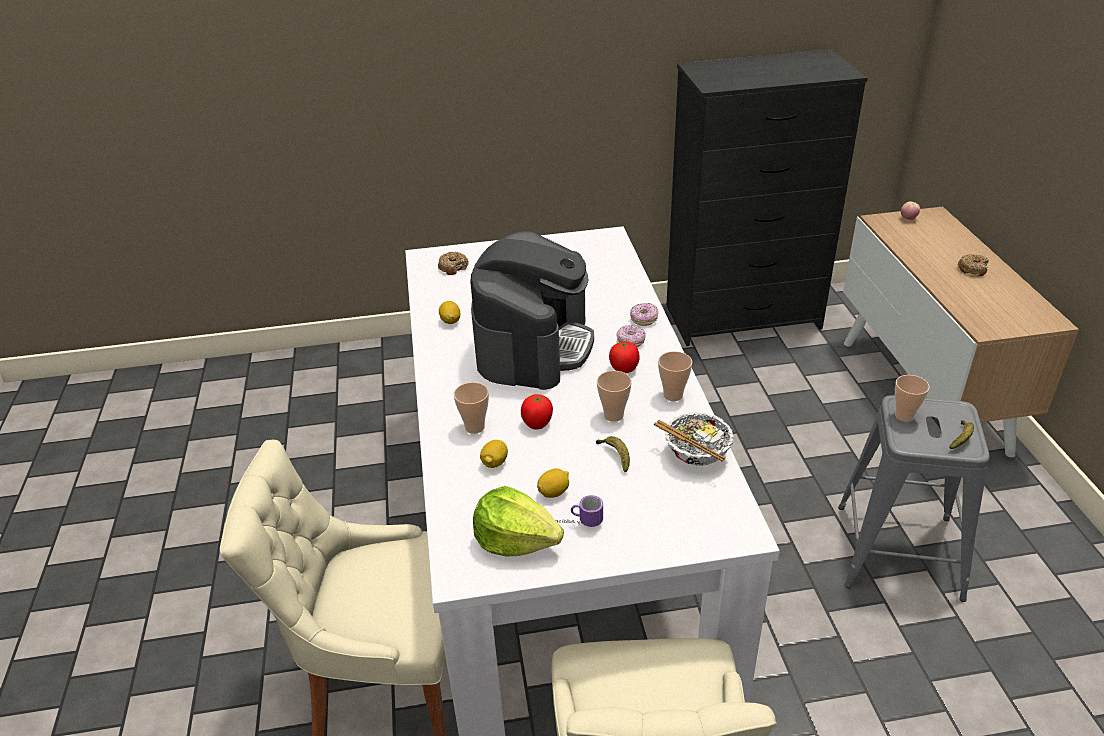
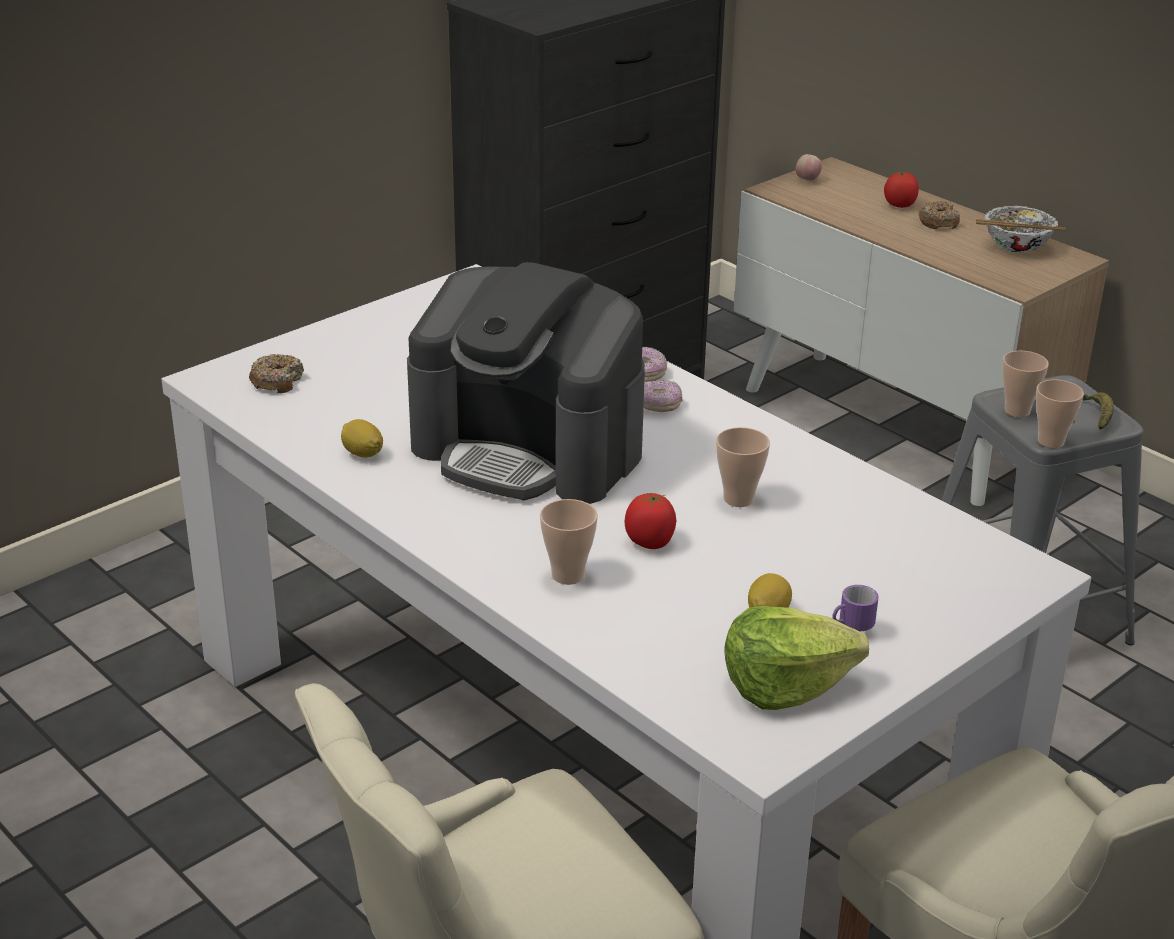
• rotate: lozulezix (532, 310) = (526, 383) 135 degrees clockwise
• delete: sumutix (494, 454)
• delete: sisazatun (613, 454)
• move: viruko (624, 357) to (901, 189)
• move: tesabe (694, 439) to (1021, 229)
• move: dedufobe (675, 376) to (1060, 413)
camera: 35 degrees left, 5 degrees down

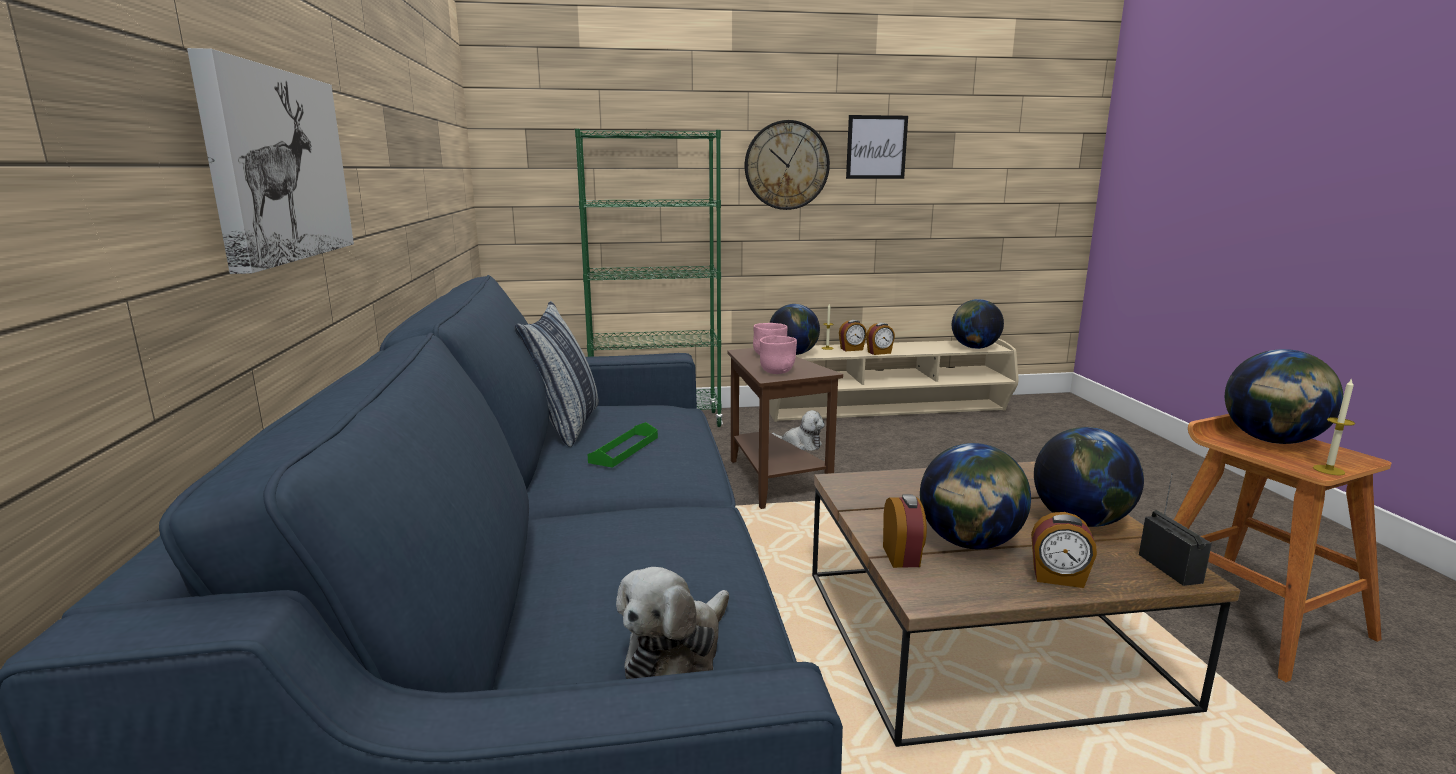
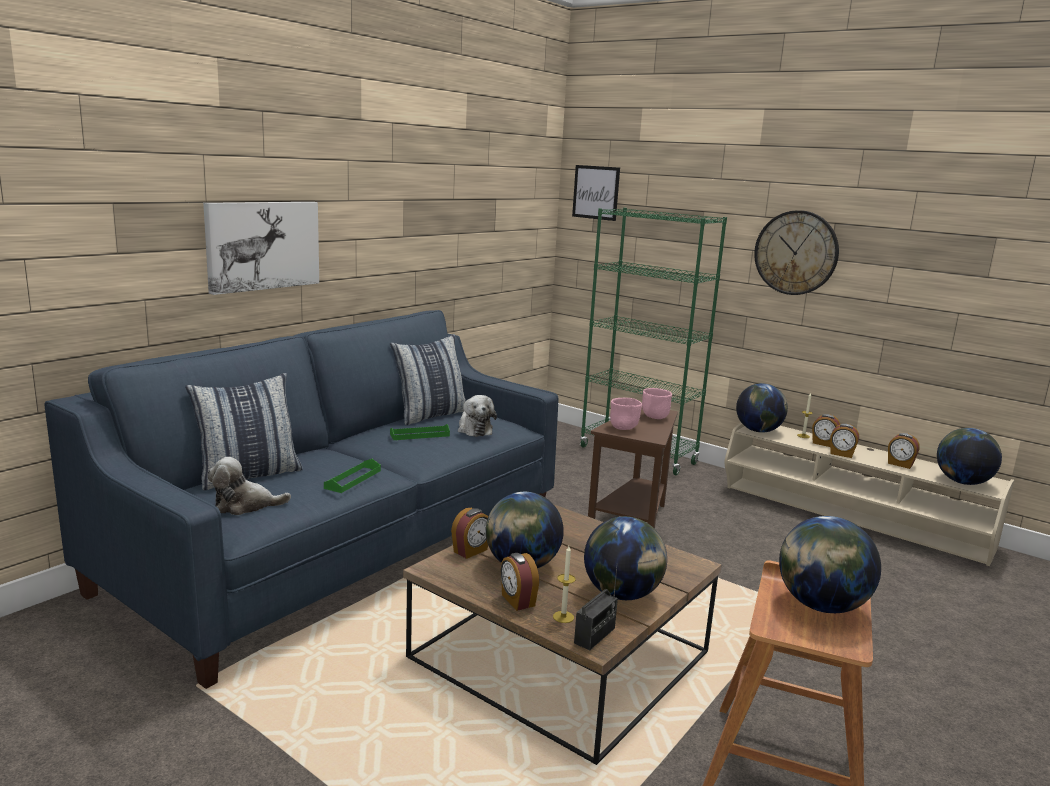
• move: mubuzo (798, 430) to (477, 416)
• move: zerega (877, 147) to (596, 193)
• move: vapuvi (1334, 426) to (564, 584)
• insert: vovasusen (243, 431)
• insert: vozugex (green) (352, 476)
• insert: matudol (904, 451)
camera: 45 degrees right, 0 degrees up

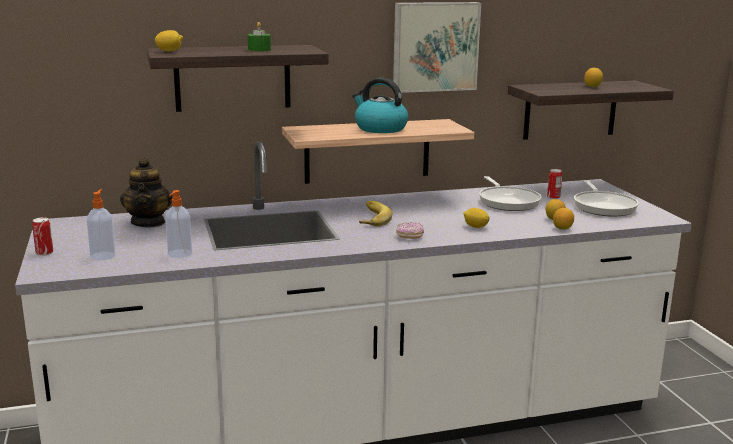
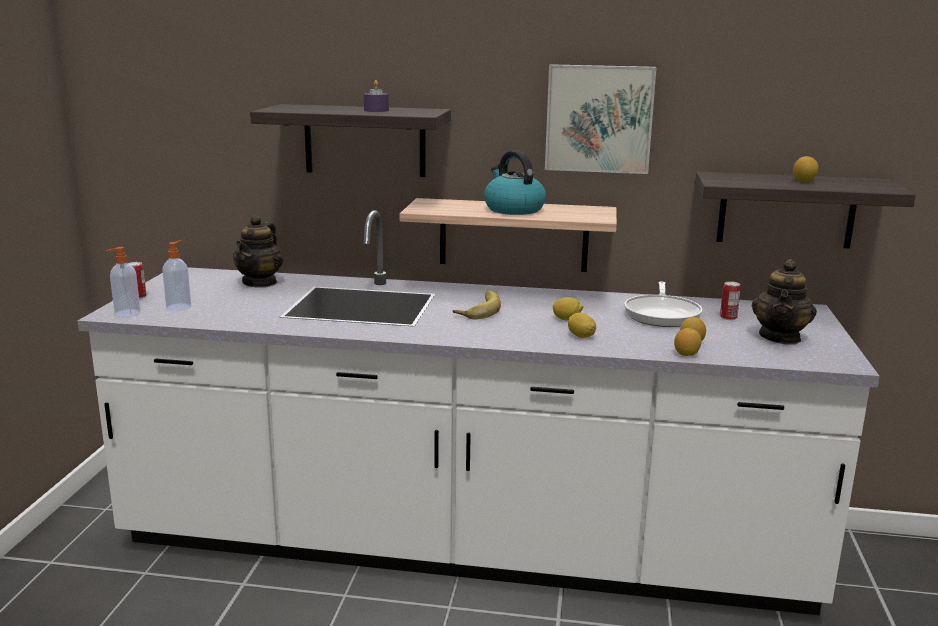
• move: sumutix (169, 40) to (568, 308)
• move: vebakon (178, 224) to (123, 282)
• recolor: vapuvi (green) (259, 36) to vapuvi (purple) (376, 96)
• delete: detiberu (410, 230)
• replace: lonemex (606, 198) to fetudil (784, 302)
camera: 25 degrees right, 0 degrees up

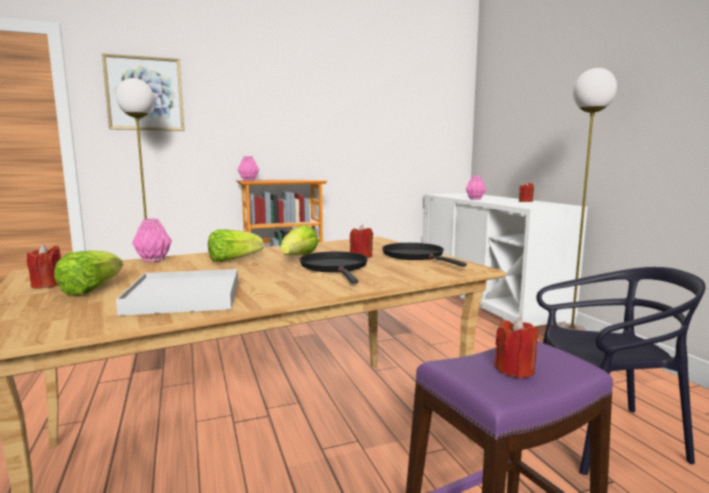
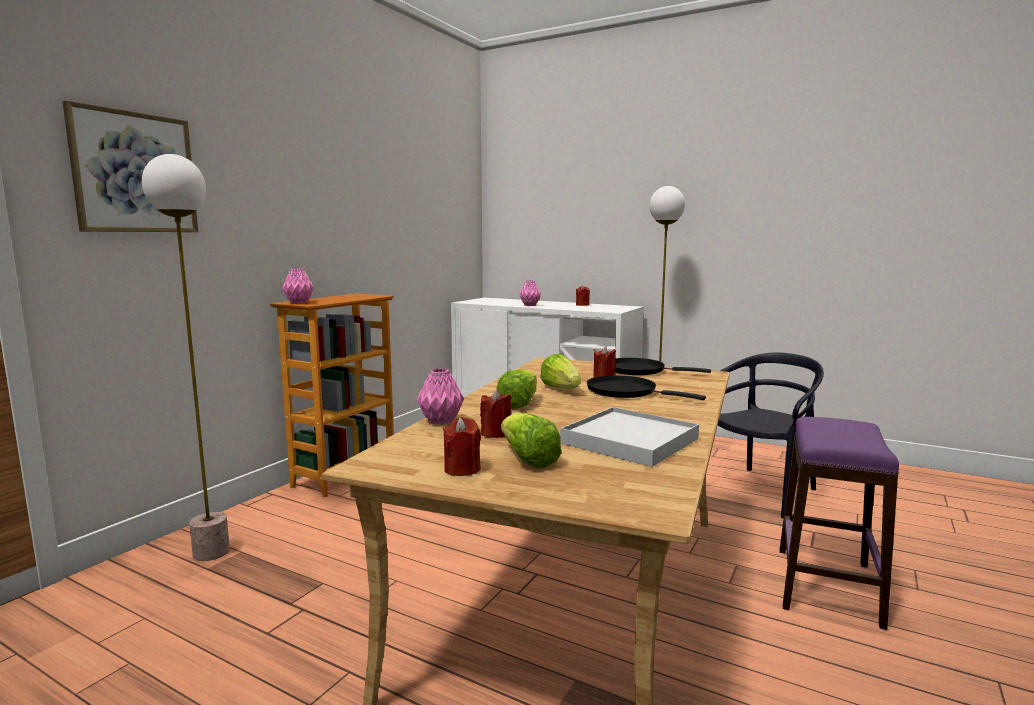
• move: vapuvi (red) (516, 348) to (496, 414)
camera: 40 degrees left, 0 degrees up

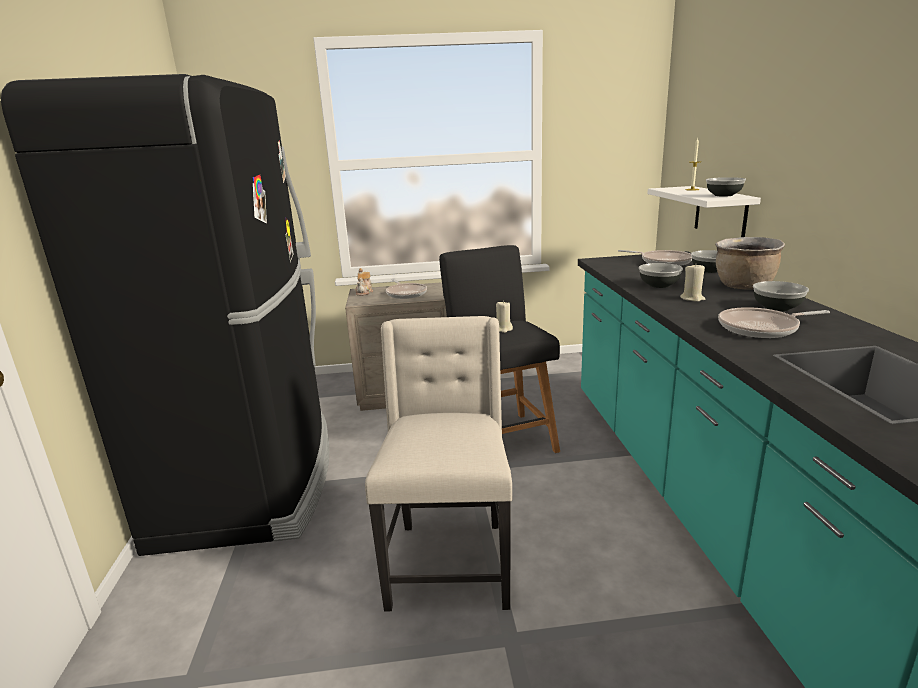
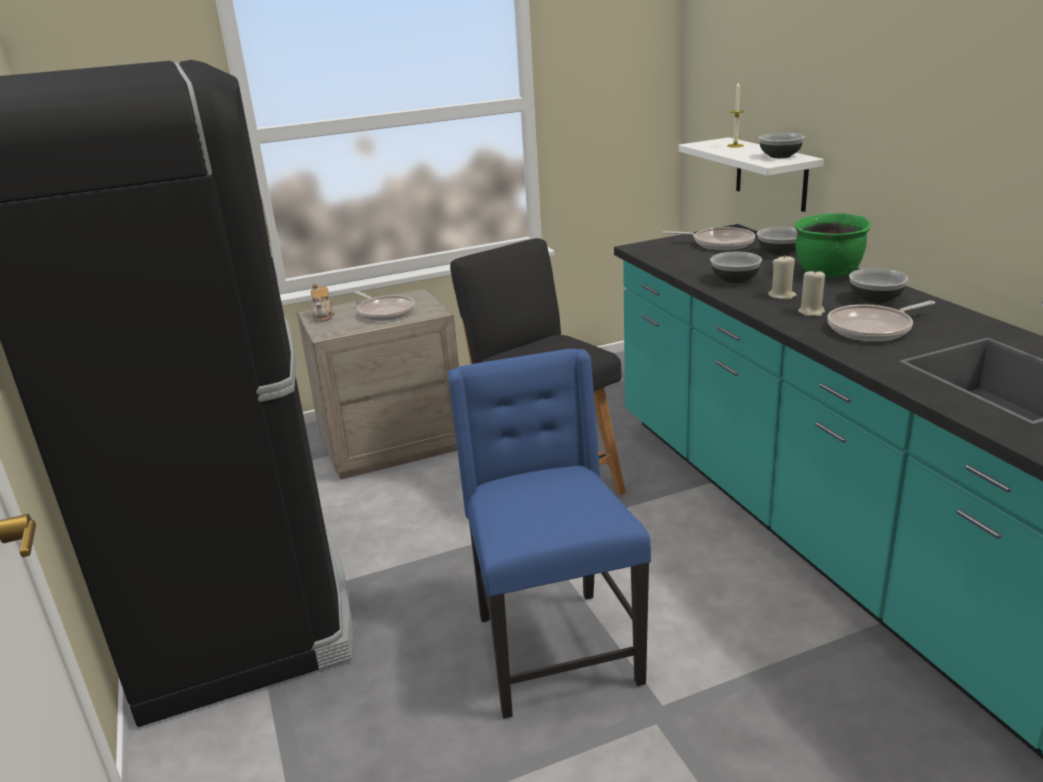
• recolor: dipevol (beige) (438, 463) to dipevol (blue) (549, 534)
• move: vapuvi (beige) (504, 316) to (811, 293)
• recolor: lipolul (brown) (750, 263) to lipolul (green) (833, 246)
camera: 15 degrees left, 5 degrees up

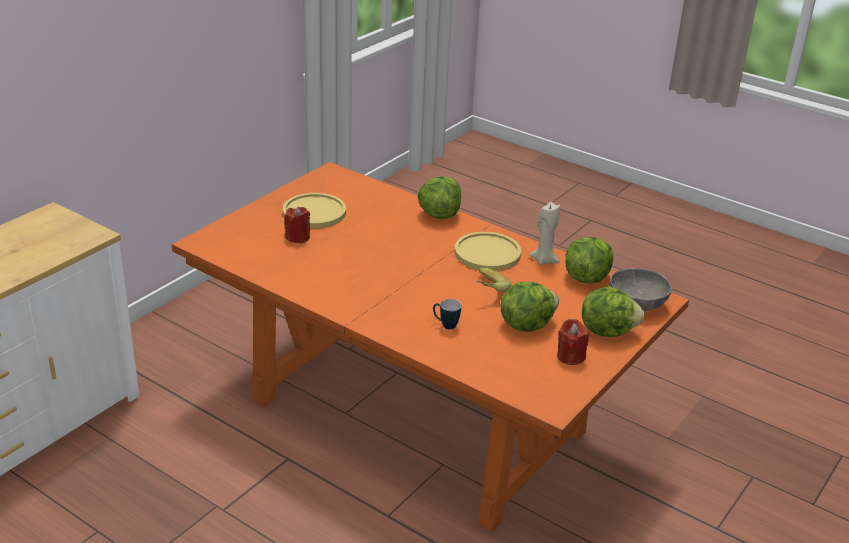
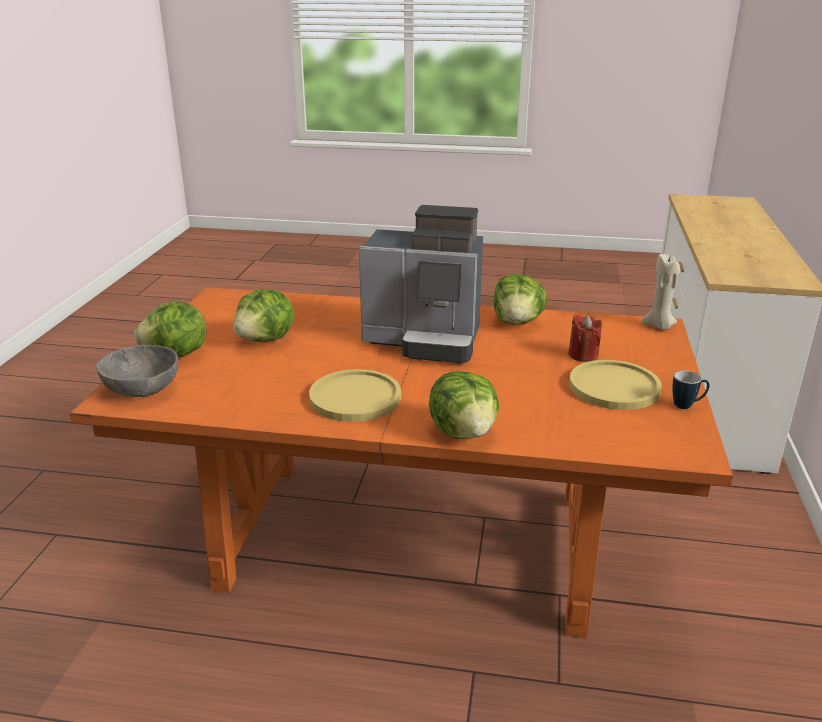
• move: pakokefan (447, 314) to (691, 390)
• delete: sisazatun (494, 280)
• move: vapuvi (beige) (544, 233) to (660, 292)
• delete: vapuvi (red) (573, 342)
• move: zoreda (589, 260) to (520, 299)
• insert: lozulezix (421, 284)
camera: 155 degrees right, 5 degrees down

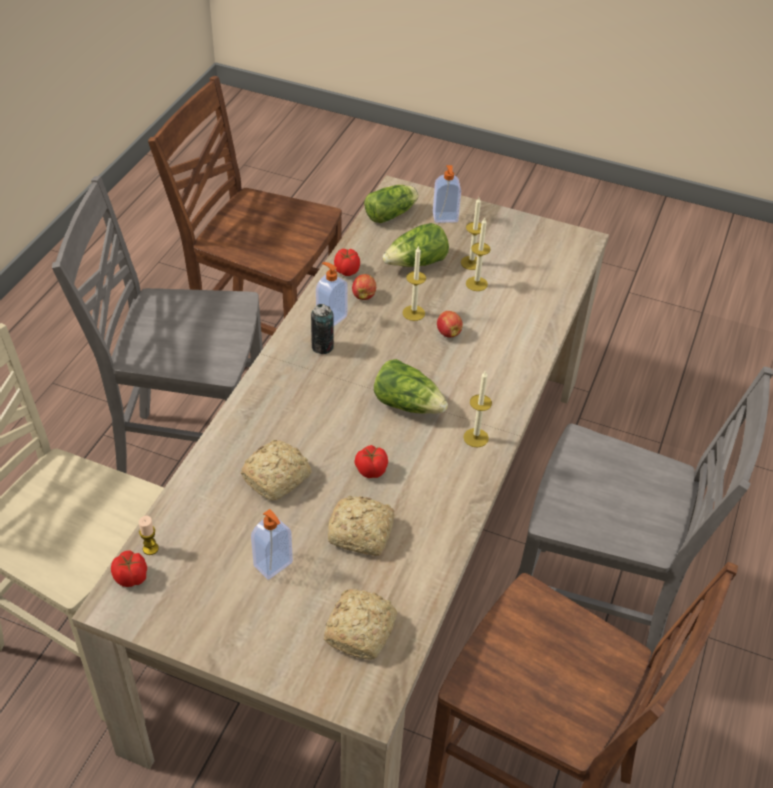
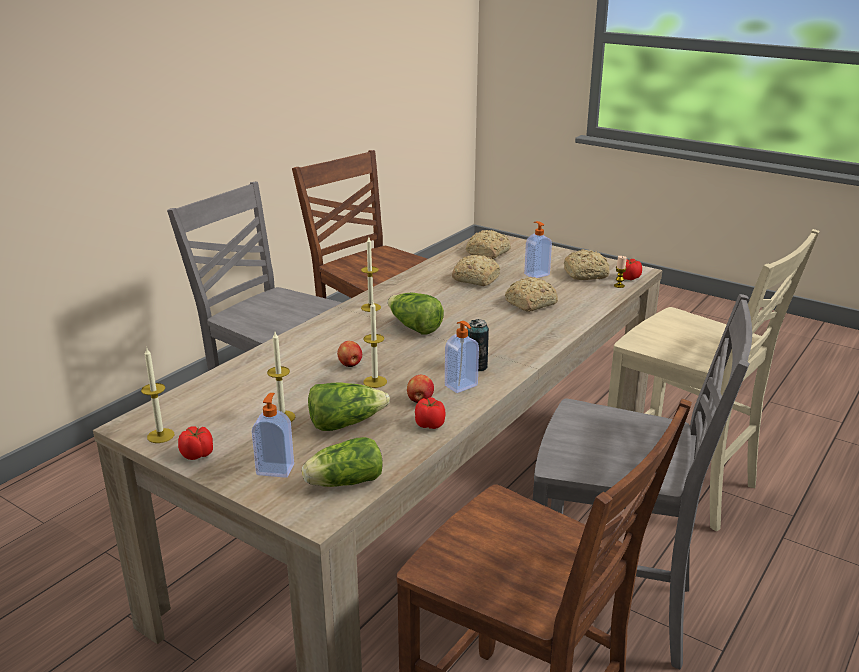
• move: viruko (371, 461) to (195, 443)
• move: vapuvi (478, 254) to (157, 395)
• insert: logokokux (587, 264)
camera: 165 degrees left, 20 degrees down

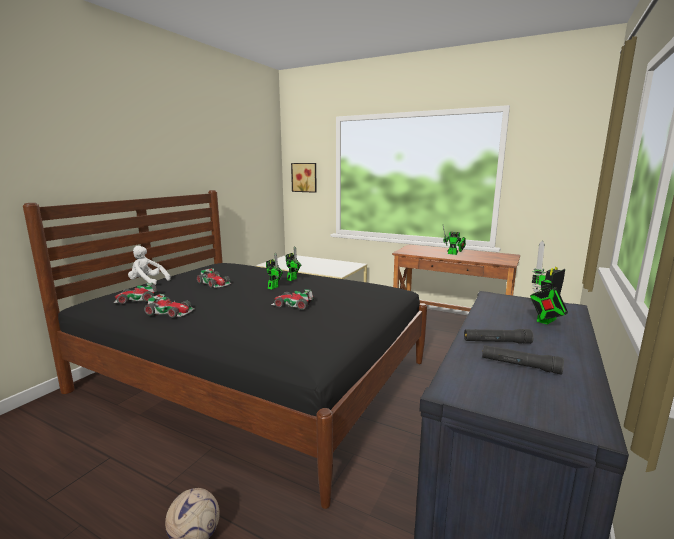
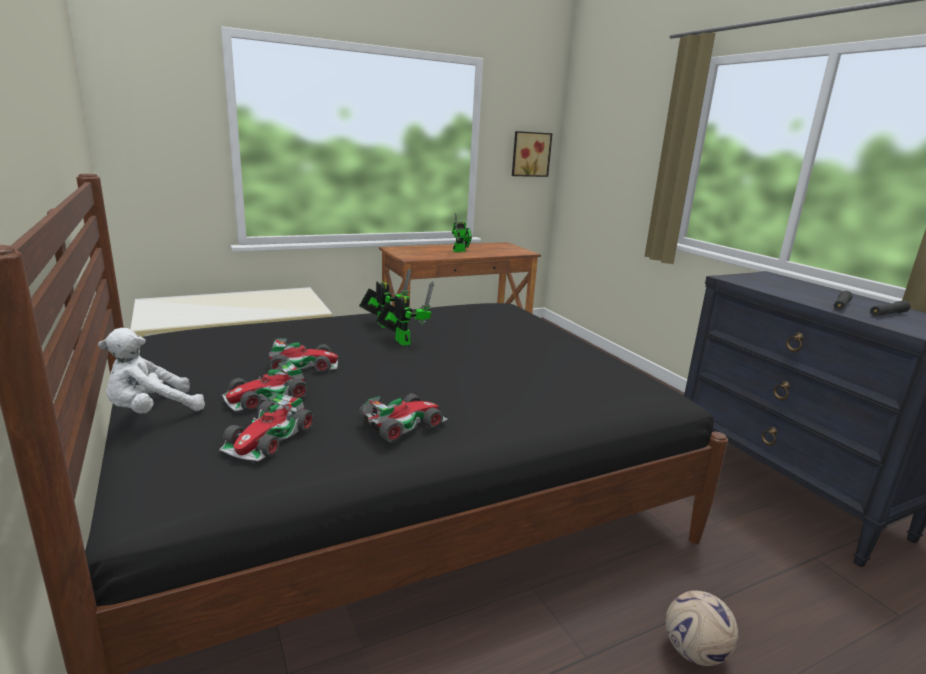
• move: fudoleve (293, 299) to (265, 386)
• move: zerega (304, 178) to (532, 154)
• delete: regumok (549, 283)
camera: 55 degrees left, 5 degrees up

